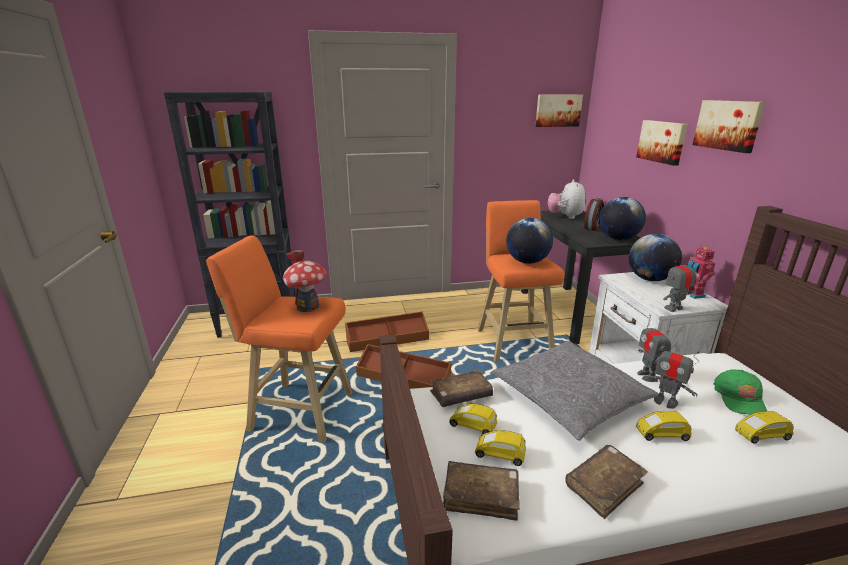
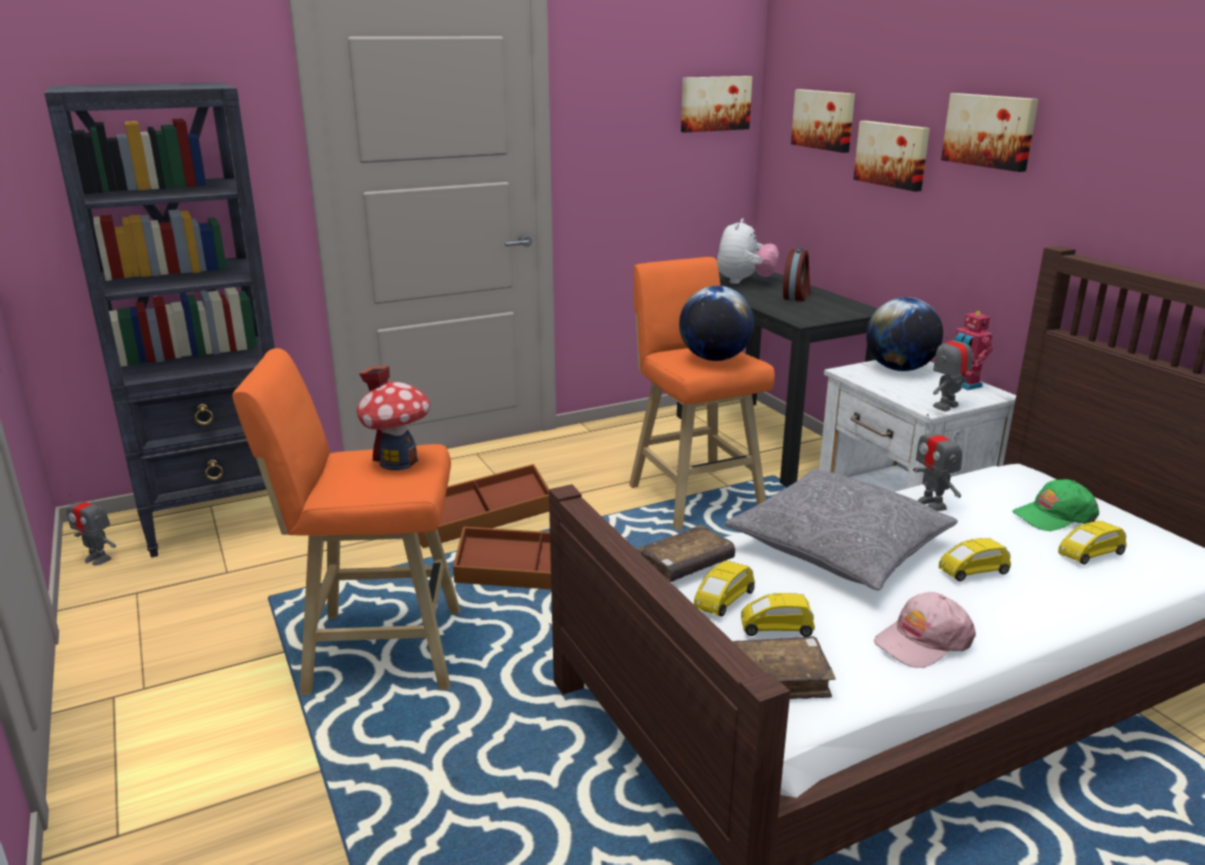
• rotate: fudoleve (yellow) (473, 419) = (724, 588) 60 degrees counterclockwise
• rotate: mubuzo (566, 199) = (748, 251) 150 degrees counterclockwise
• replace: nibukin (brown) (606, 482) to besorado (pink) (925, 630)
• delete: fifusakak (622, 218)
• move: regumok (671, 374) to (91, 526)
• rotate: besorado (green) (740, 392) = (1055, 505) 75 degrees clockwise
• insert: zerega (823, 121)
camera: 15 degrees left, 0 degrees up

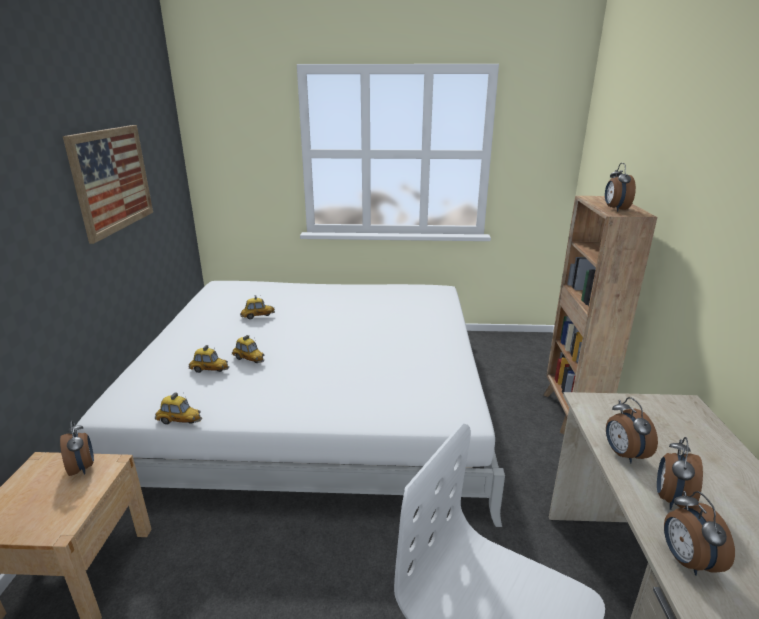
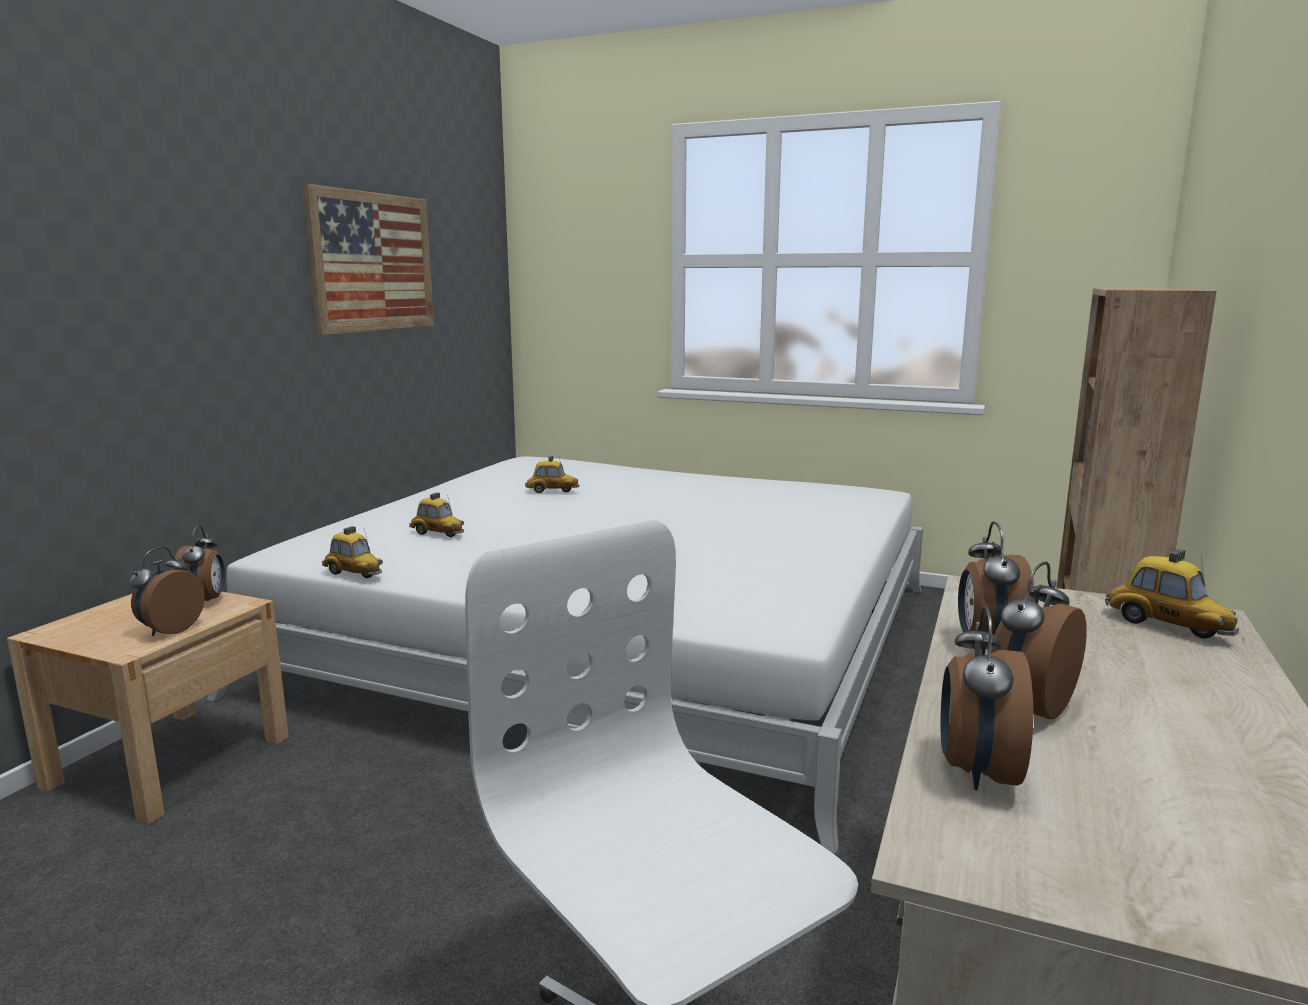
• move: fudoleve (248, 349) to (1172, 593)
• move: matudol (620, 187) to (167, 591)
camera: 20 degrees right, 10 degrees down

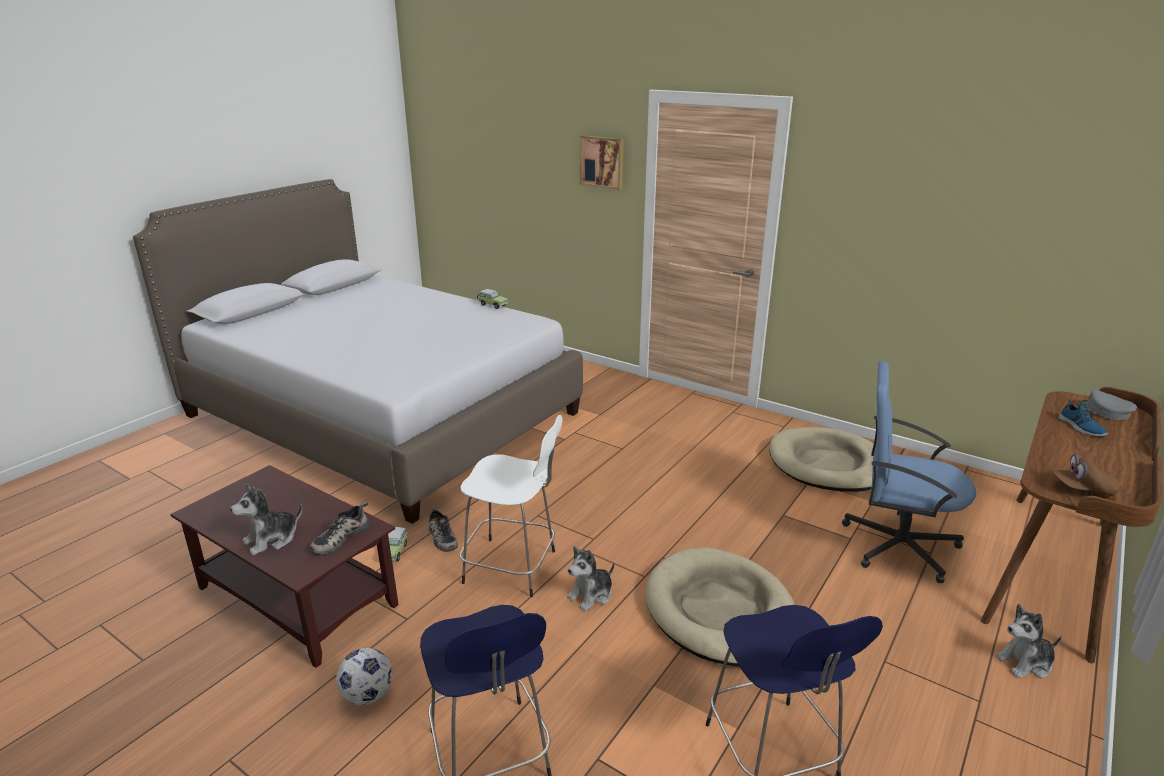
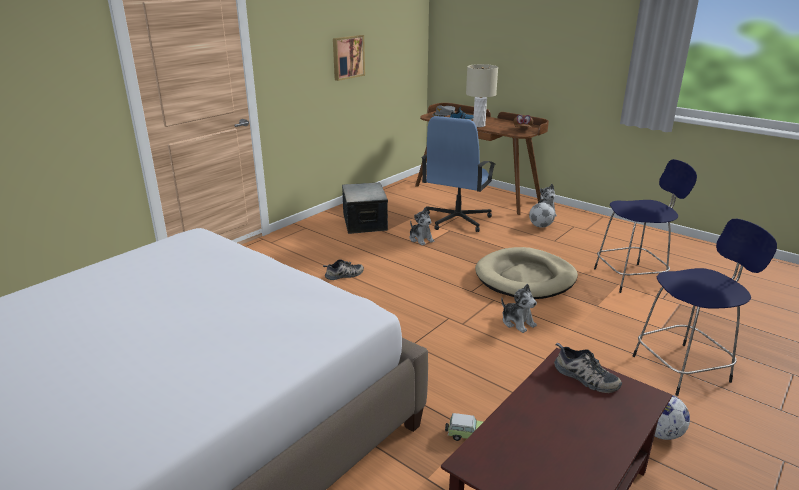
• move: mubuzo (266, 519) to (422, 226)
• move: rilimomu (443, 529) to (343, 269)
• delete: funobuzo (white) (511, 506)
• delete: fudoleve (492, 299)
• move: zerega (602, 162) to (349, 58)
• replace: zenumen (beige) (821, 459) to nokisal (365, 208)
• insert: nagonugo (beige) (482, 95)
• insert: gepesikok (542, 215)
camera: 85 degrees left, 0 degrees up

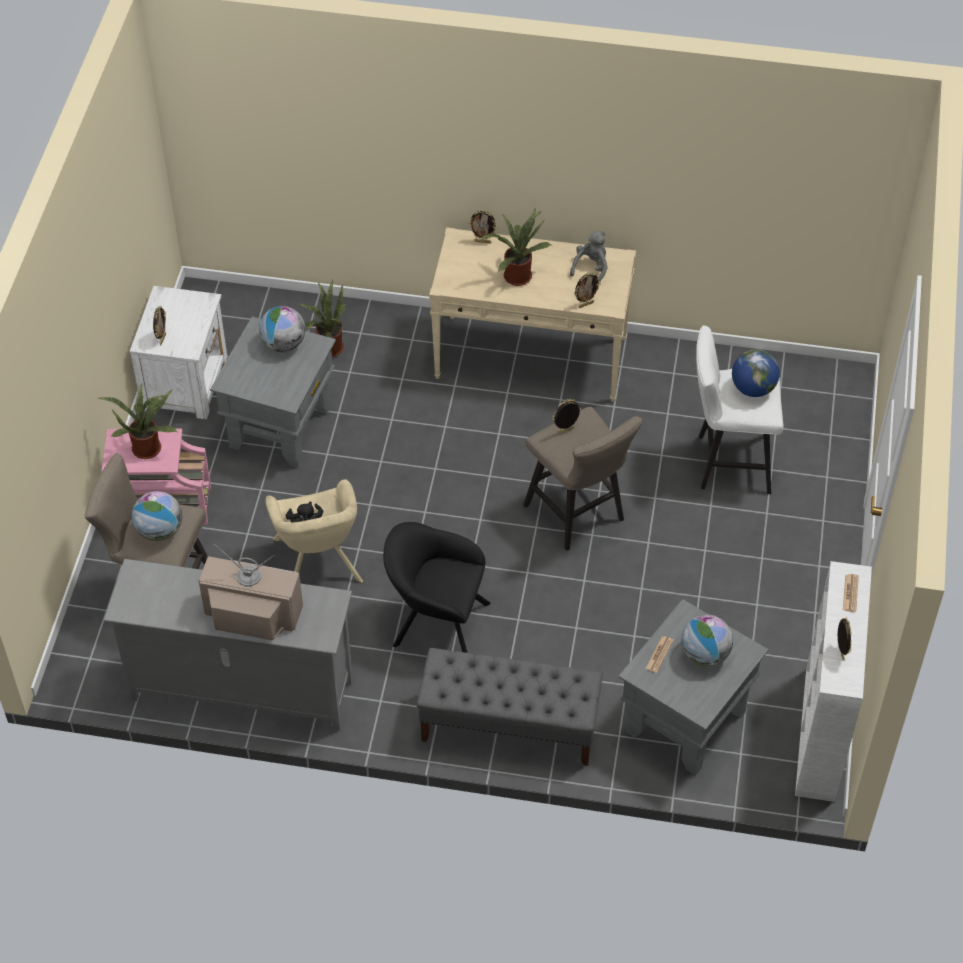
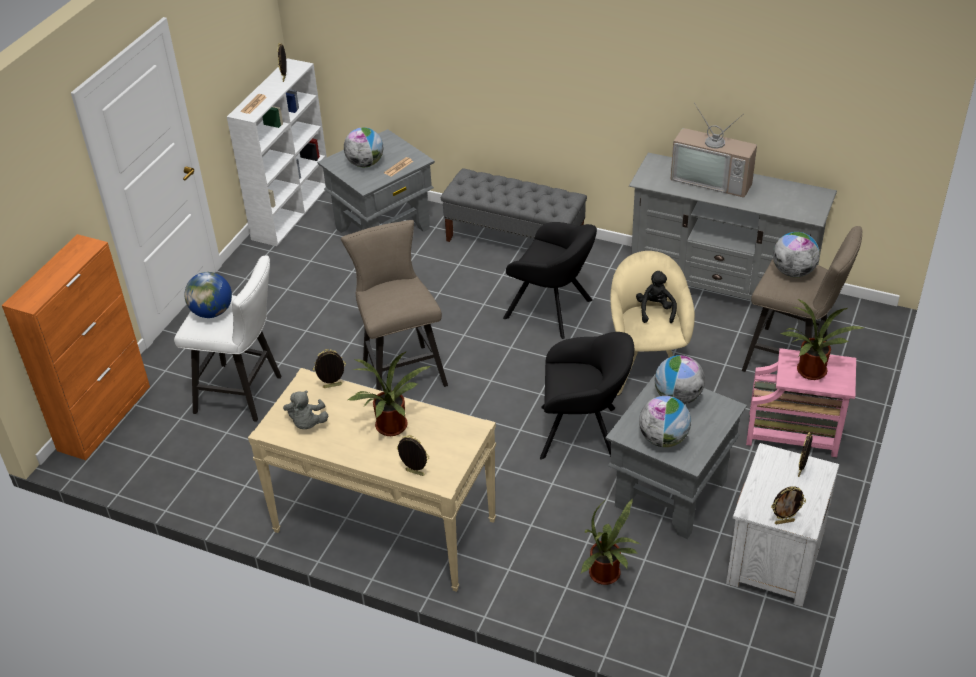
• move: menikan (566, 416) to (788, 505)
• rotate: mubuzo (grey) (589, 257) = (306, 409) 45 degrees counterclockwise
• insert: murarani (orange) (76, 347)
• insert: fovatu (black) (587, 396)
• insert: fifusakak (680, 379)
camera: 165 degrees left, 10 degrees down

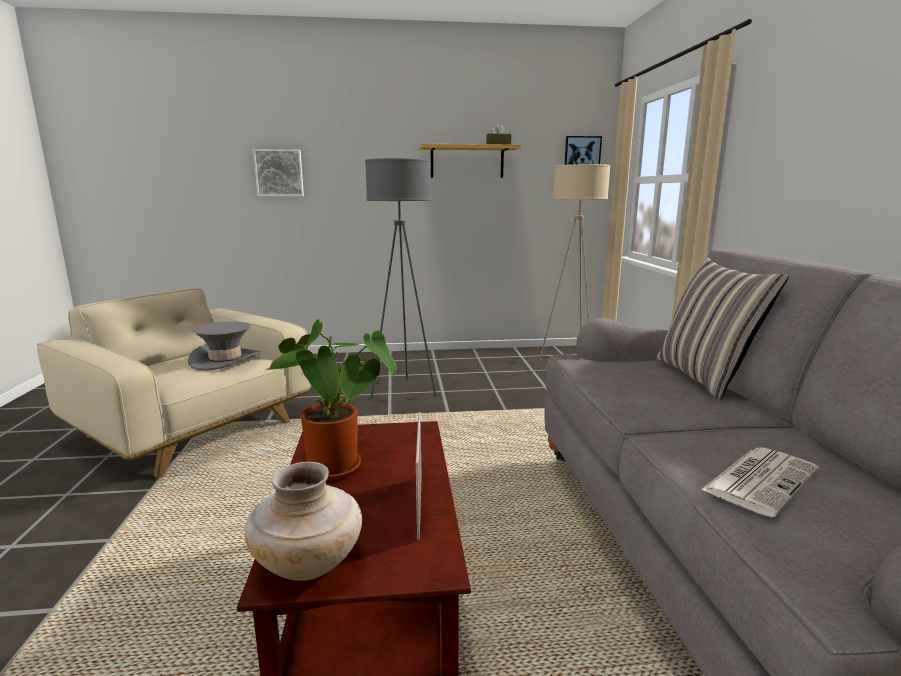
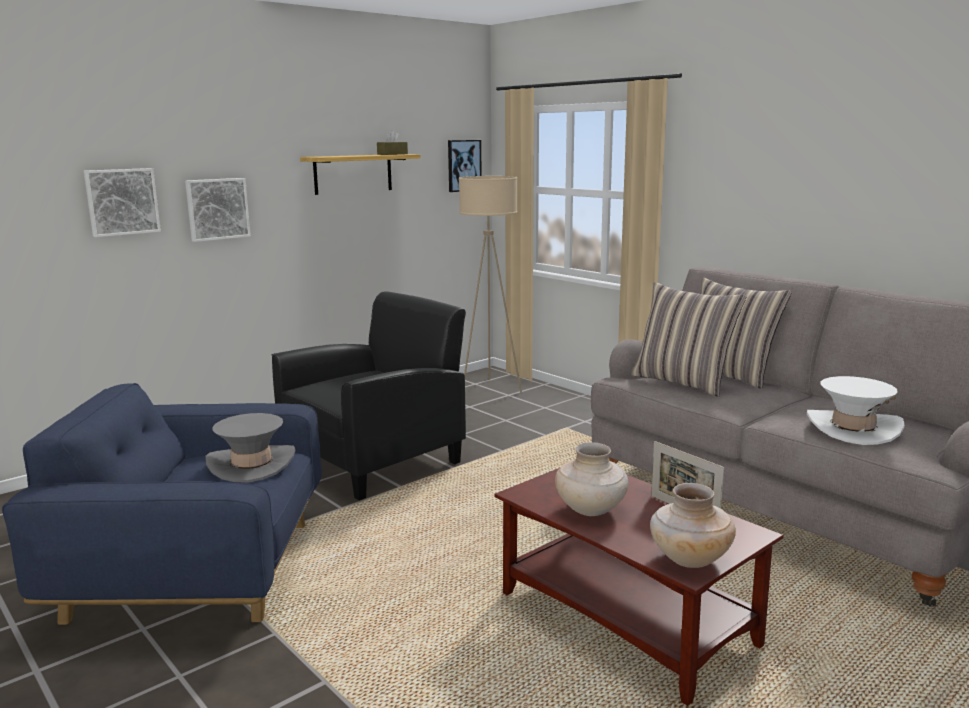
• recolor: fovatu (beige) (174, 383) to fovatu (blue) (162, 504)
• replace: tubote (331, 399) to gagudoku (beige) (592, 479)
• replace: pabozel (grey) (401, 278) to fovatu (black) (369, 395)
• replace: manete (760, 482) to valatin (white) (855, 410)
• insert: zerega (218, 210)
• insert: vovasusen (689, 339)
camera: 35 degrees left, 0 degrees up

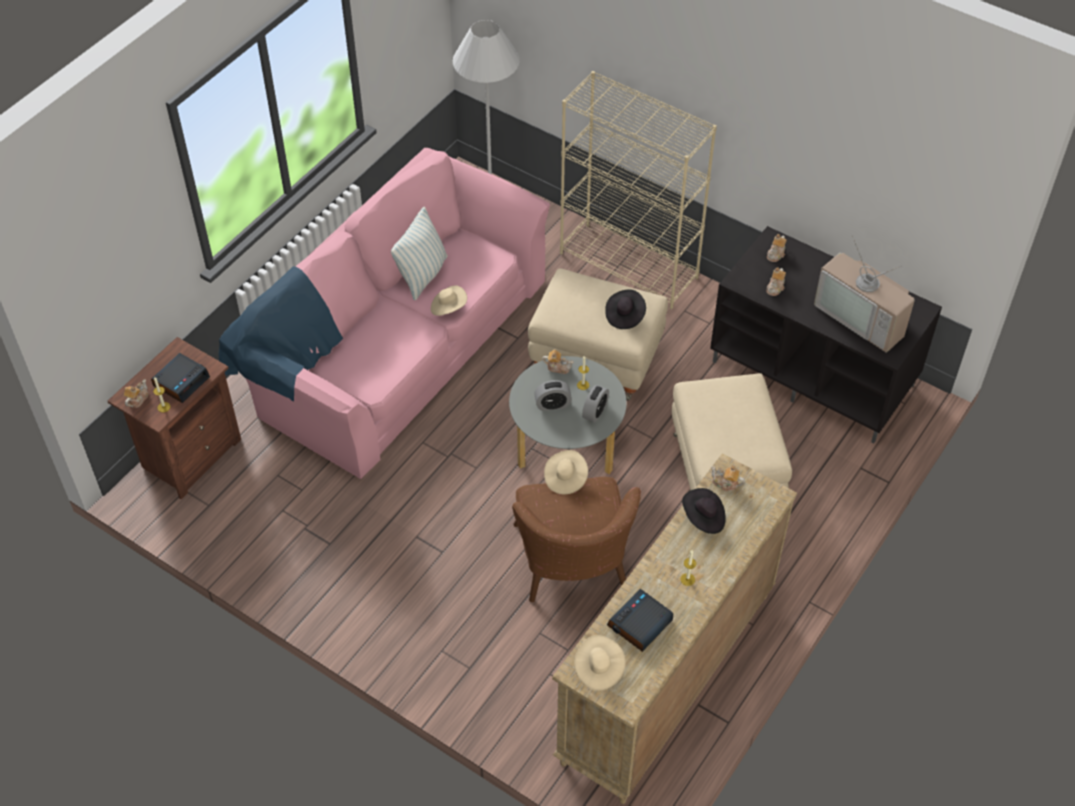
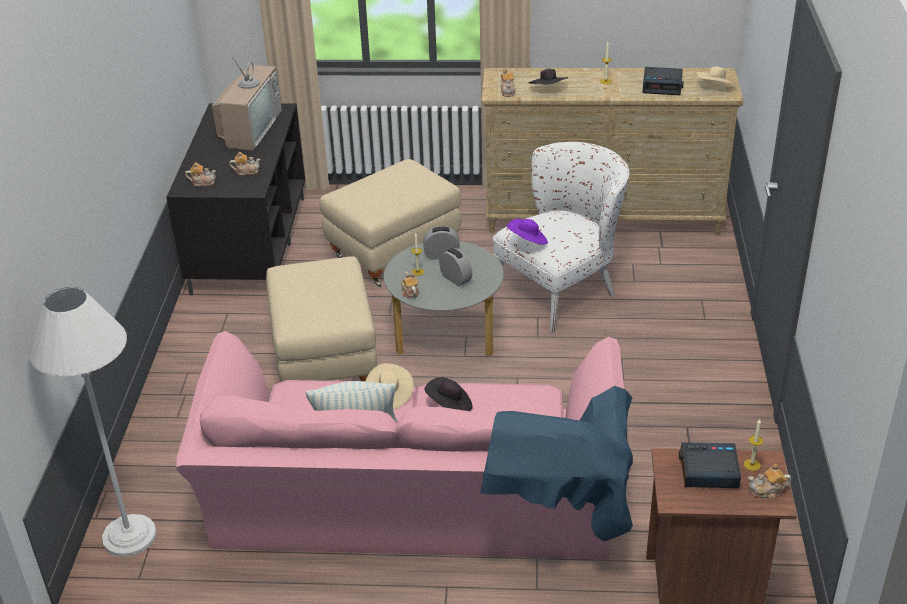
• recolor: fovatu (brown) (576, 539) to fovatu (white) (561, 237)
• recolor: valatin (beige) (566, 472) to valatin (purple) (527, 232)
• delete: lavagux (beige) (638, 190)
• move: valatin (black) (625, 309) to (448, 394)
camera: 120 degrees left, 15 degrees down

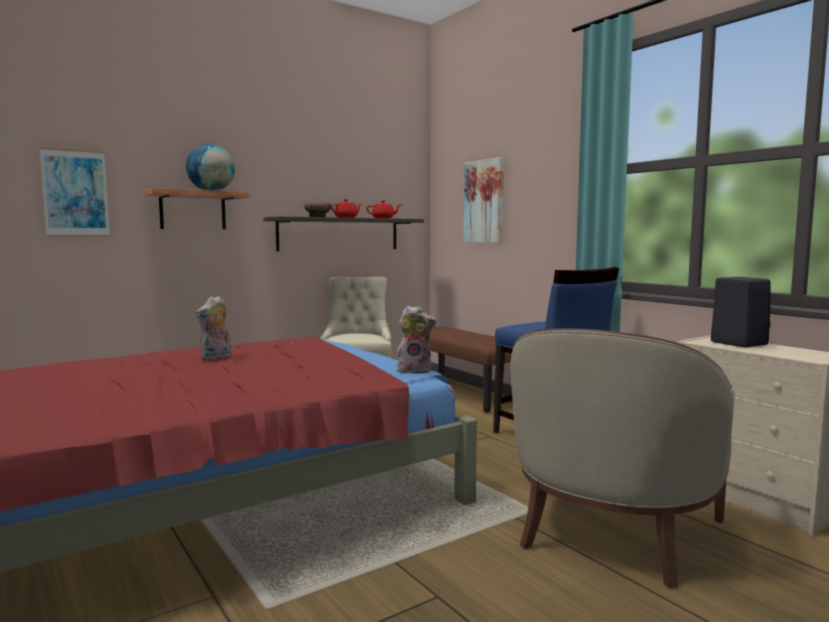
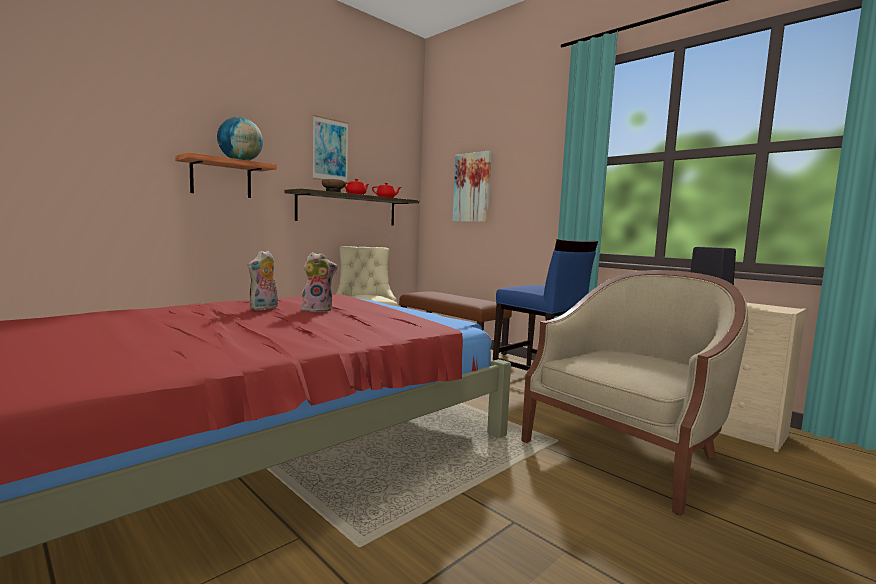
• move: zerega (75, 192) to (330, 149)
• move: mubuzo (417, 340) to (319, 282)
• rotate: fovatu (beige) (622, 458) = (634, 393) 150 degrees counterclockwise
camera: 10 degrees left, 0 degrees up

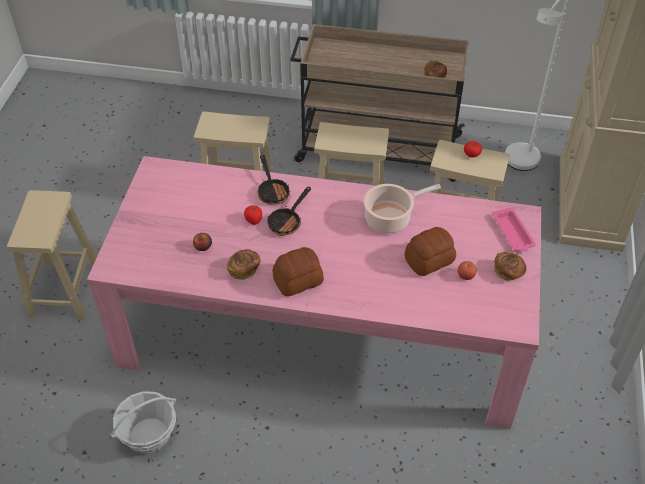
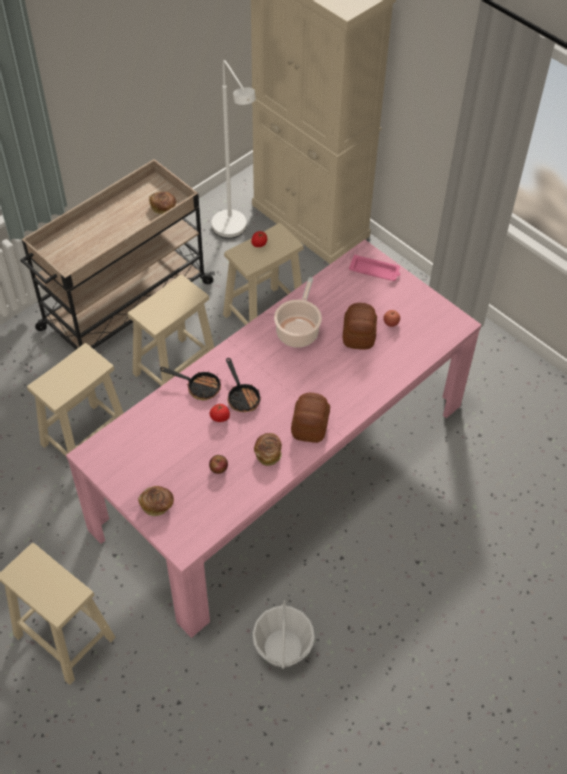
• move: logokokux (510, 266) to (156, 501)
camera: 55 degrees left, 5 degrees up

